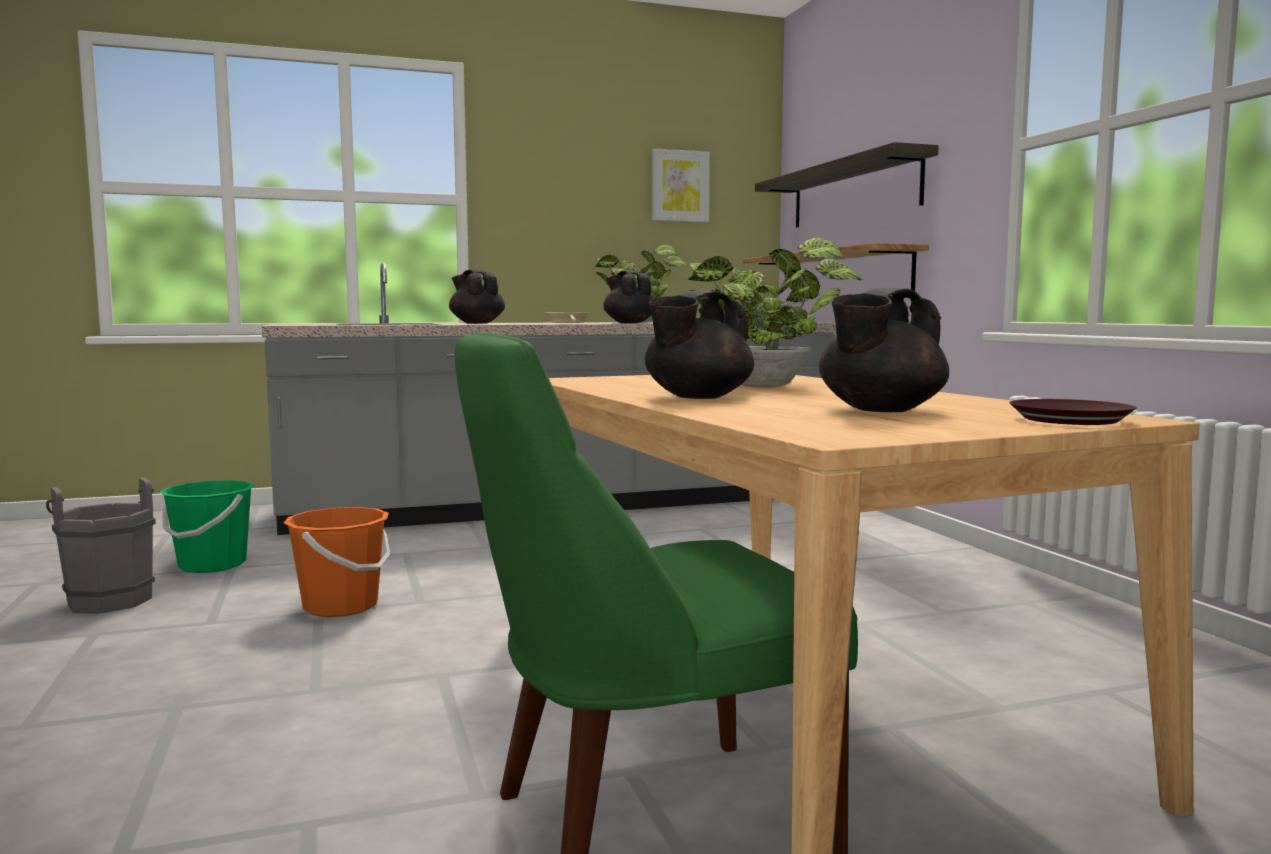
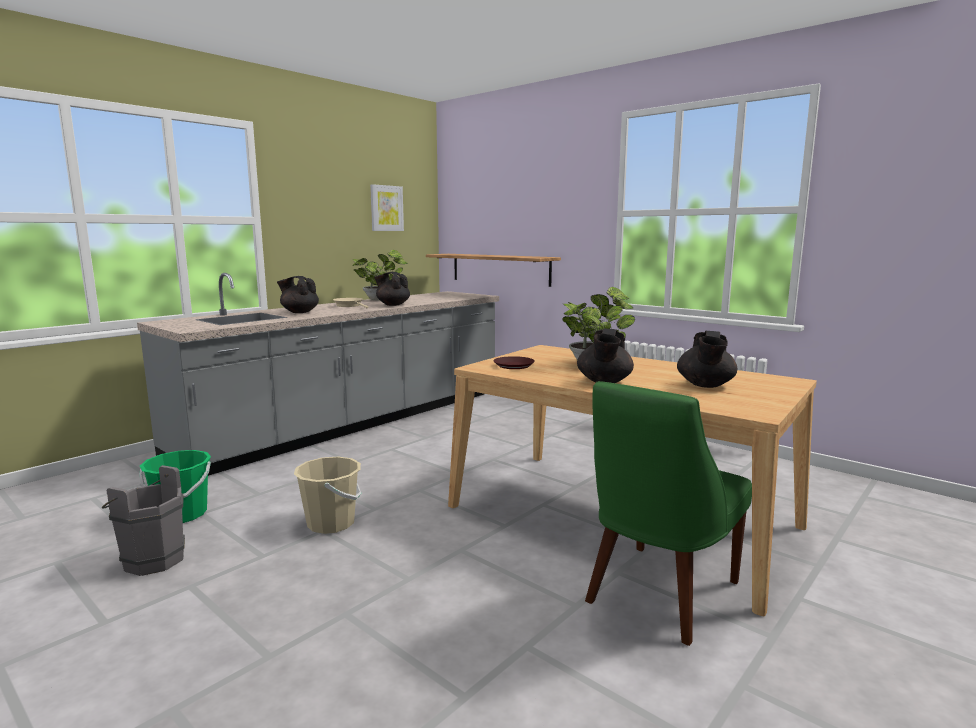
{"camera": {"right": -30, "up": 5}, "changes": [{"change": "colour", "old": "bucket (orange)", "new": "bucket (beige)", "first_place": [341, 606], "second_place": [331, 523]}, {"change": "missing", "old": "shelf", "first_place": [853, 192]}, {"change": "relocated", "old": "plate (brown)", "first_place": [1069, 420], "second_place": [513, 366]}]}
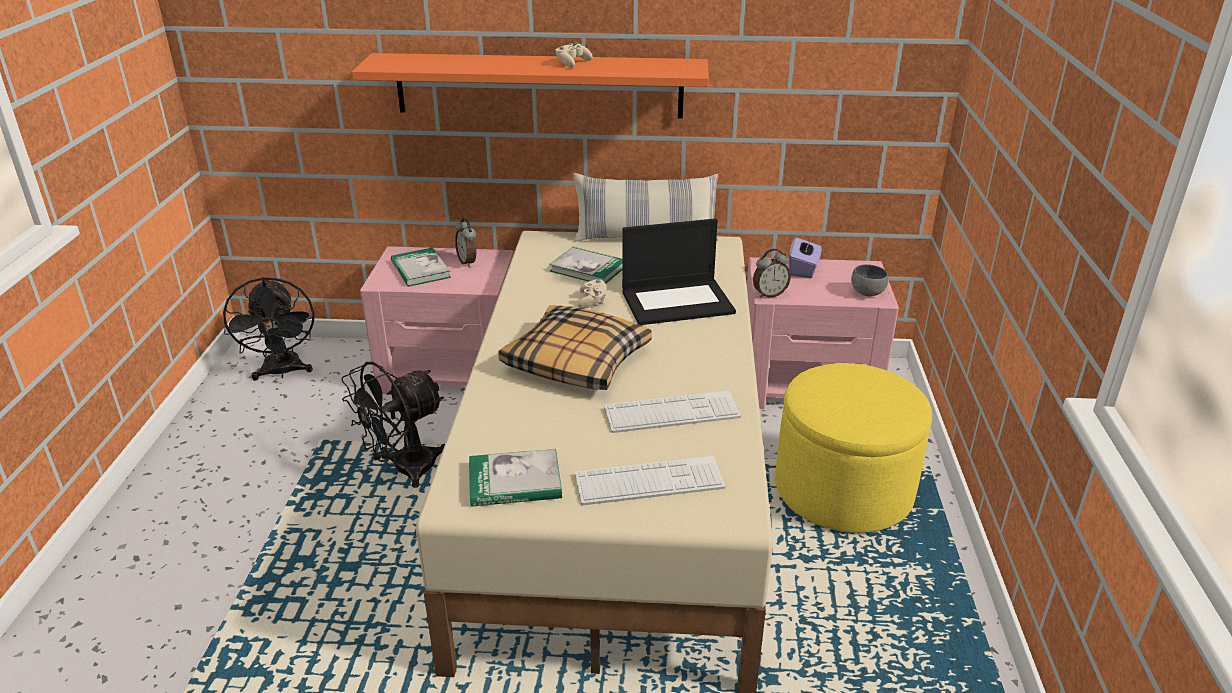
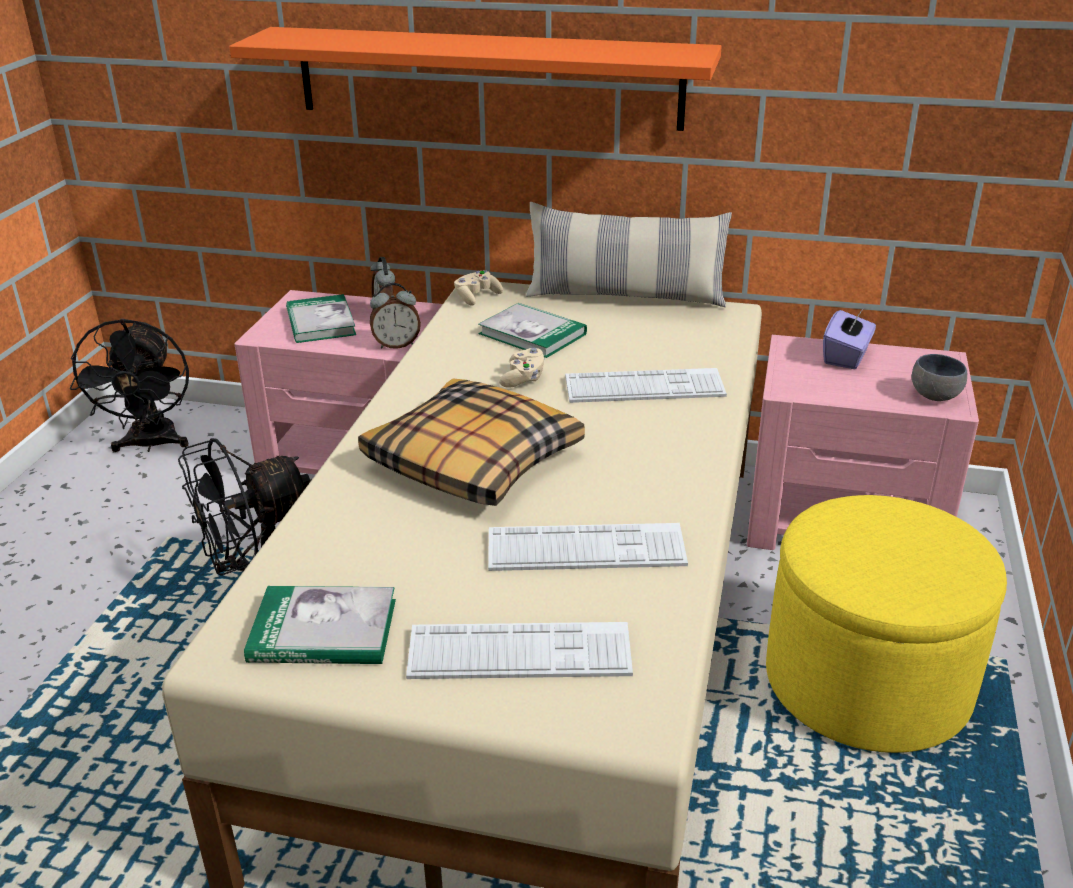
{"camera": {"right": 10, "up": 0}, "changes": [{"change": "relocated", "old": "game controller (beige)", "first_place": [572, 63], "second_place": [477, 297]}, {"change": "exchanged", "old": "laptop", "new": "keyboard", "first_place": [678, 301], "second_place": [644, 387]}, {"change": "relocated", "old": "alarm clock", "first_place": [769, 294], "second_place": [396, 345]}]}
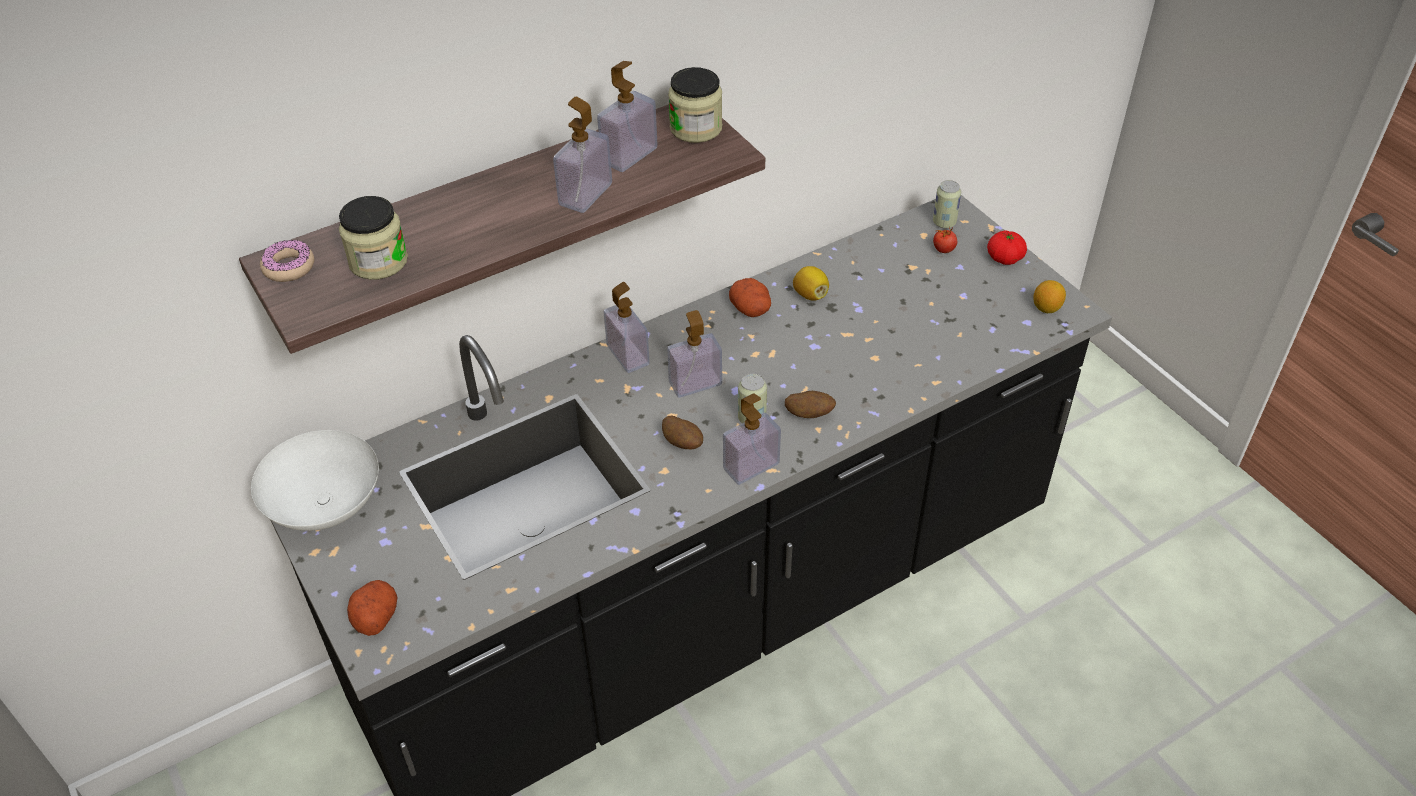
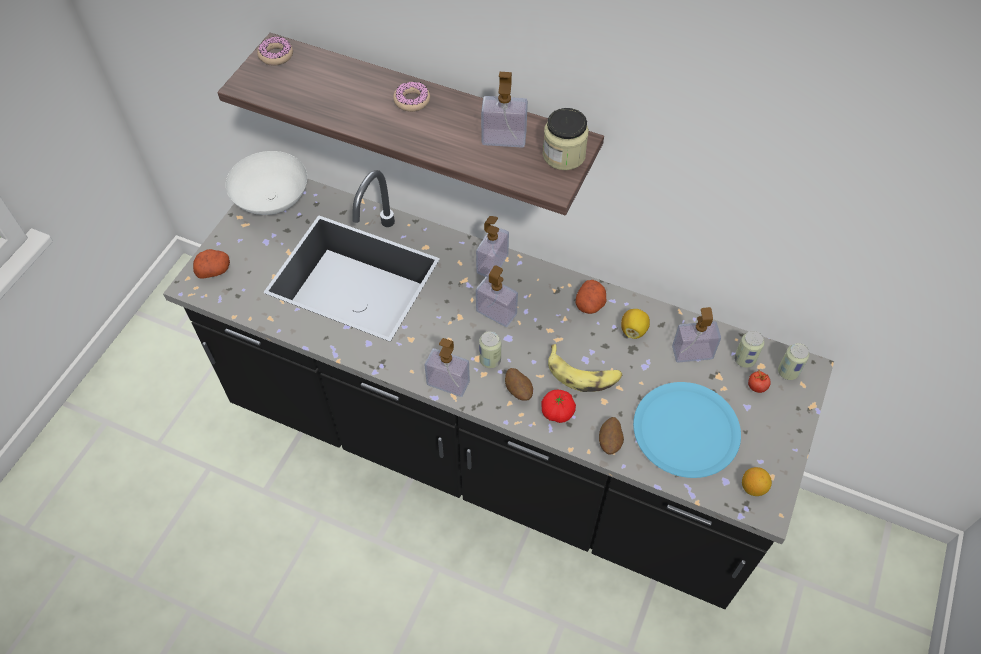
{"camera": {"right": 55, "up": 10}, "changes": [{"change": "missing", "old": "jar", "first_place": [378, 261]}, {"change": "relocated", "old": "soap dispenser", "first_place": [585, 194], "second_place": [692, 352]}, {"change": "relocated", "old": "potato", "first_place": [683, 443], "second_place": [610, 442]}, {"change": "relocated", "old": "tomato", "first_place": [1004, 258], "second_place": [557, 412]}, {"change": "appeared", "new": "donut", "second_place": [412, 101]}, {"change": "appeared", "new": "banana", "second_place": [583, 374]}, {"change": "appeared", "new": "plate (blue)", "second_place": [686, 430]}, {"change": "appeared", "new": "can", "second_place": [744, 360]}]}
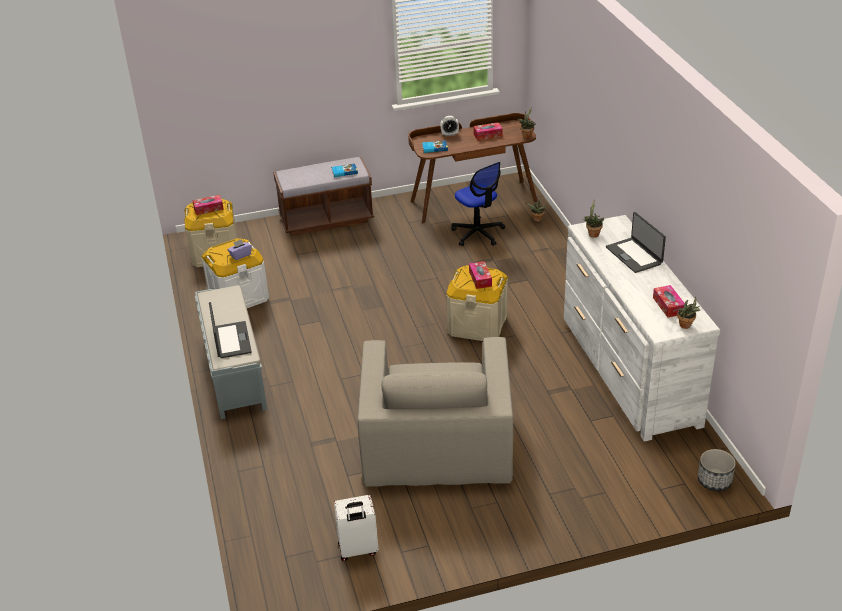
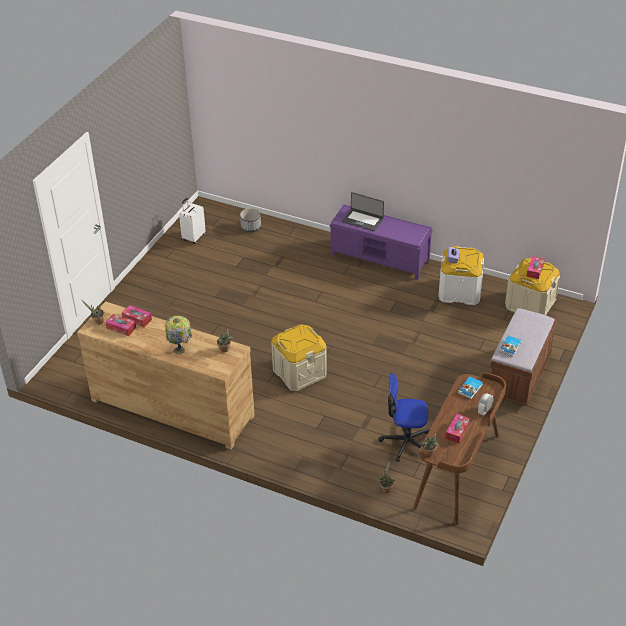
{"camera": {"right": 130, "up": 5}, "changes": [{"change": "colour", "old": "bench (grey)", "new": "bench (purple)", "first_place": [234, 371], "second_place": [380, 258]}, {"change": "missing", "old": "armchair (beige)", "first_place": [437, 440]}, {"change": "relocated", "old": "tissue box", "first_place": [480, 279], "second_place": [137, 319]}, {"change": "colour", "old": "dresser (white)", "new": "dresser (brown)", "first_place": [628, 370], "second_place": [172, 407]}, {"change": "exchanged", "old": "laptop", "new": "table lamp", "first_place": [634, 255], "second_place": [180, 350]}, {"change": "relocated", "old": "planter", "first_place": [714, 480], "second_place": [251, 227]}]}
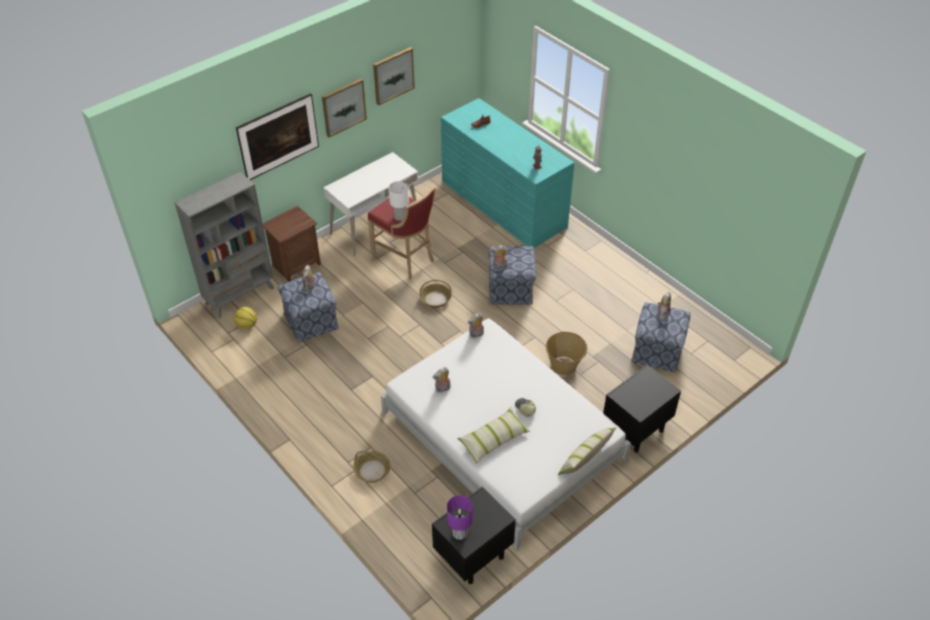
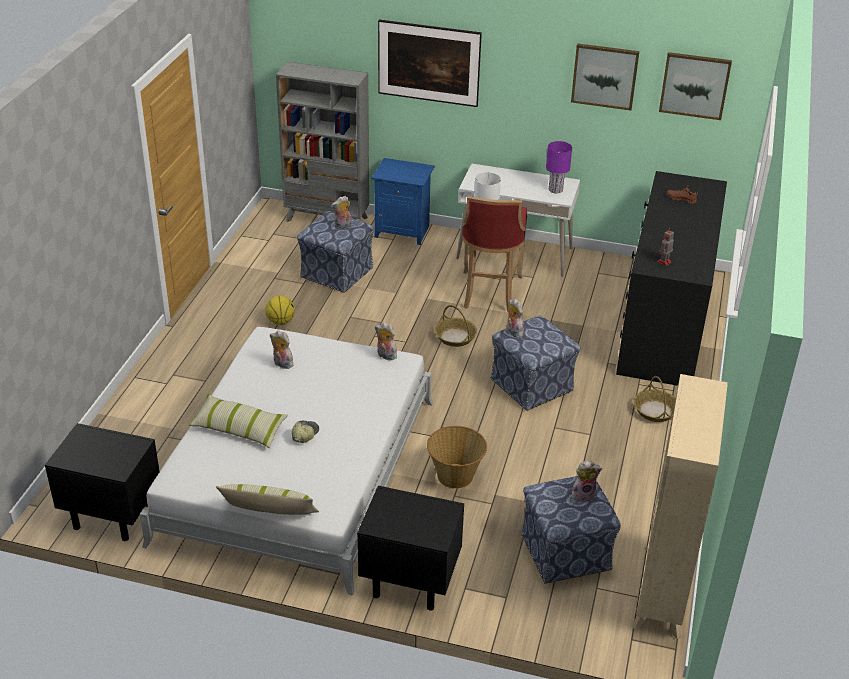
{"camera": {"right": 55, "up": -10}, "changes": [{"change": "relocated", "old": "basketball", "first_place": [247, 325], "second_place": [280, 321]}, {"change": "colour", "old": "nightstand (brown)", "new": "nightstand (blue)", "first_place": [295, 265], "second_place": [402, 231]}, {"change": "relocated", "old": "picture", "first_place": [343, 107], "second_place": [694, 85]}, {"change": "relocated", "old": "basket", "first_place": [372, 470], "second_place": [655, 410]}, {"change": "colour", "old": "dresser (turquoise)", "new": "dresser (black)", "first_place": [503, 204], "second_place": [664, 323]}, {"change": "relocated", "old": "table lamp (purple)", "first_place": [459, 533], "second_place": [555, 190]}, {"change": "appeared", "new": "bookcase (beige)", "second_place": [661, 592]}]}
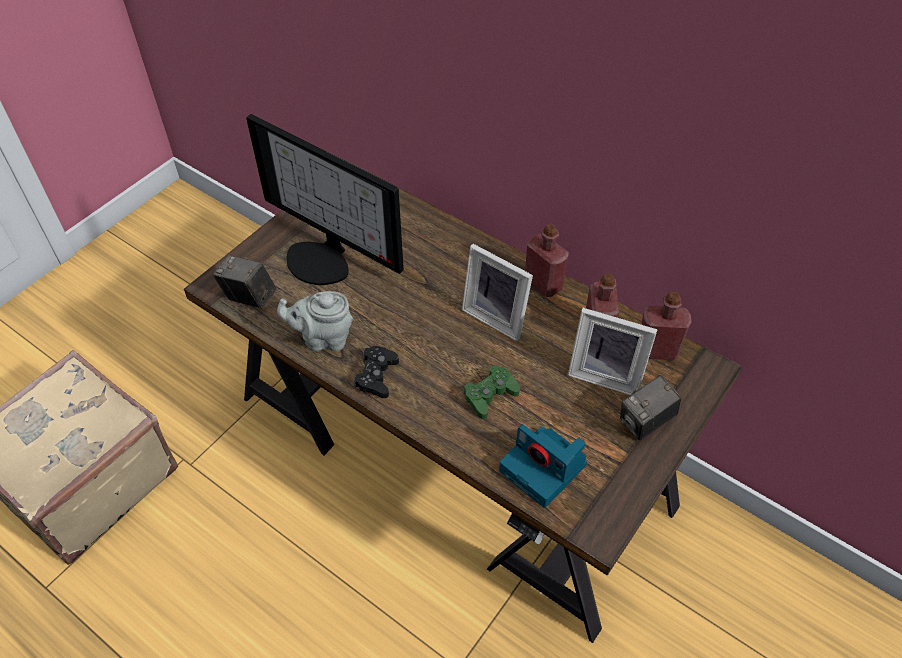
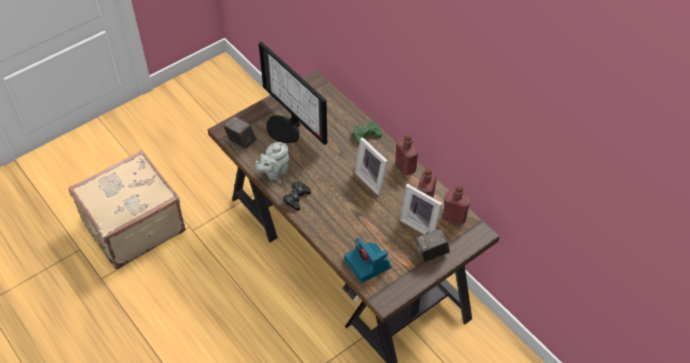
{"camera": {"right": 15, "up": 0}, "changes": [{"change": "spun", "old": "teapot (grey)", "first_place": [323, 338], "second_place": [274, 172], "degrees": -60}, {"change": "relocated", "old": "game controller (green)", "first_place": [490, 395], "second_place": [366, 135]}]}
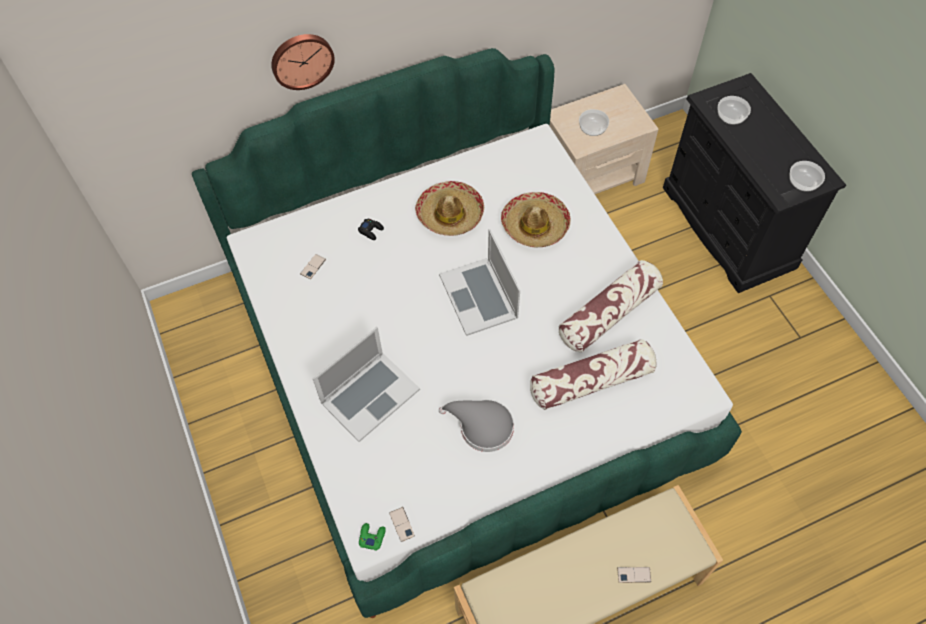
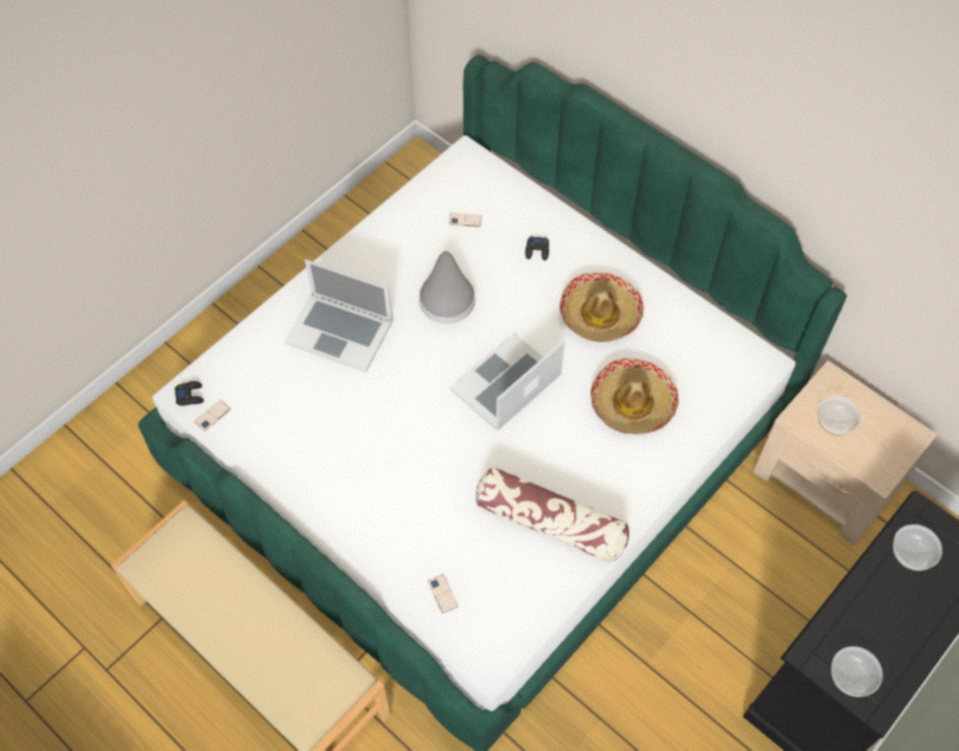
{"camera": {"right": 65, "up": 0}, "changes": [{"change": "missing", "old": "wall clock", "first_place": [302, 60]}, {"change": "colour", "old": "game controller (green)", "new": "game controller (black)", "first_place": [372, 537], "second_place": [190, 395]}, {"change": "relocated", "old": "hat (grey)", "first_place": [481, 426], "second_place": [446, 296]}, {"change": "missing", "old": "pillow", "first_place": [591, 381]}, {"change": "relocated", "old": "phone", "first_place": [634, 575], "second_place": [442, 594]}]}
